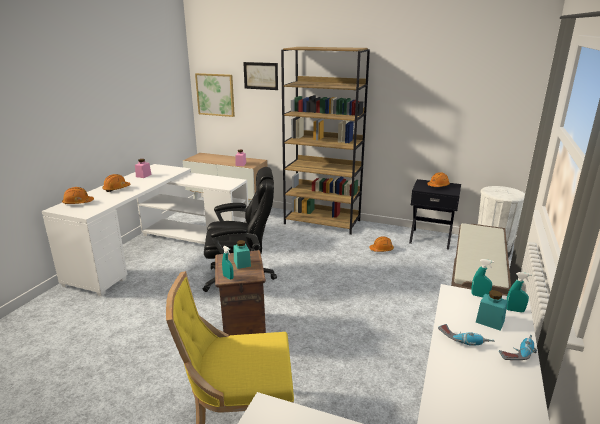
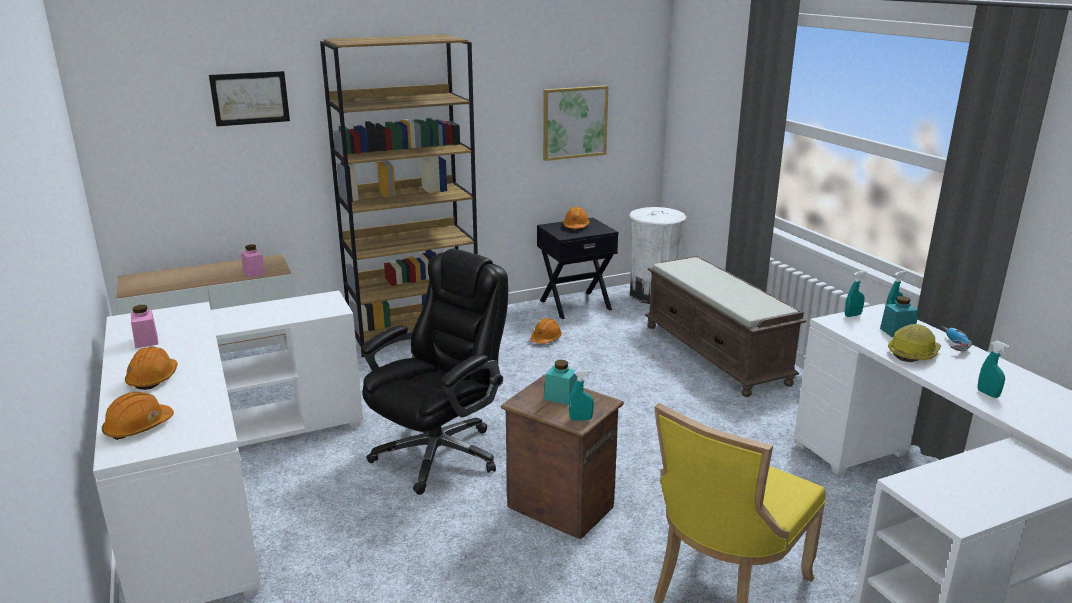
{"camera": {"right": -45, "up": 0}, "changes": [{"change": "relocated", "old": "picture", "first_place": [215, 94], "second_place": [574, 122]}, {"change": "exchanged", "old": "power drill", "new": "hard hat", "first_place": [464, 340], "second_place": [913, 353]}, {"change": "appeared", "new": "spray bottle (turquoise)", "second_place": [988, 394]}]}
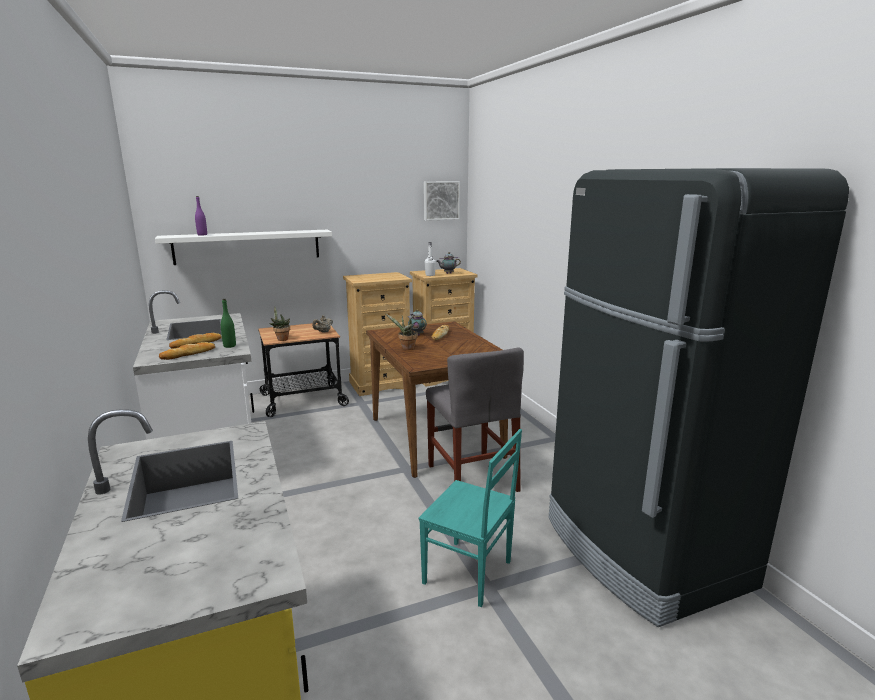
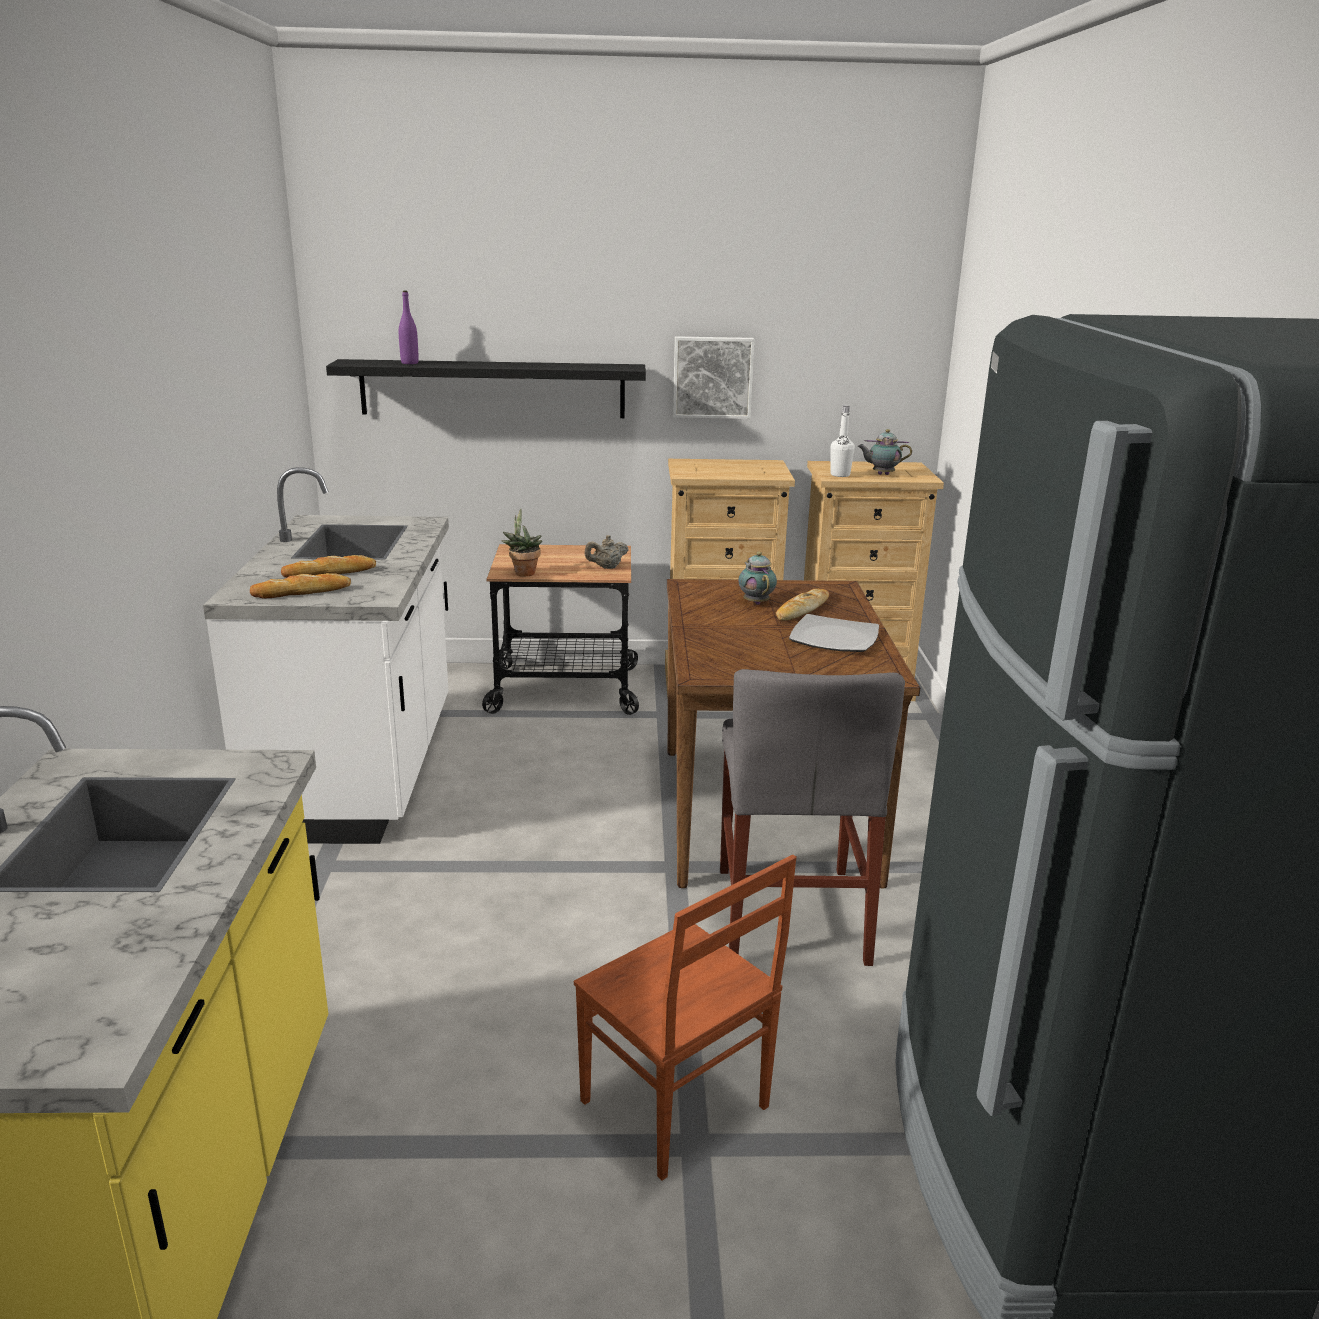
{"camera": {"right": 20, "up": 5}, "changes": [{"change": "colour", "old": "shelf (white)", "new": "shelf (black)", "first_place": [248, 246], "second_place": [493, 389]}, {"change": "missing", "old": "bottle (green)", "first_place": [229, 346]}, {"change": "missing", "old": "potted plant", "first_place": [406, 348]}, {"change": "colour", "old": "chair (turquoise)", "new": "chair (brown)", "first_place": [468, 573], "second_place": [674, 1107]}, {"change": "relocated", "old": "picture", "first_place": [441, 200], "second_place": [712, 377]}, {"change": "appeared", "new": "plate", "second_place": [835, 638]}]}
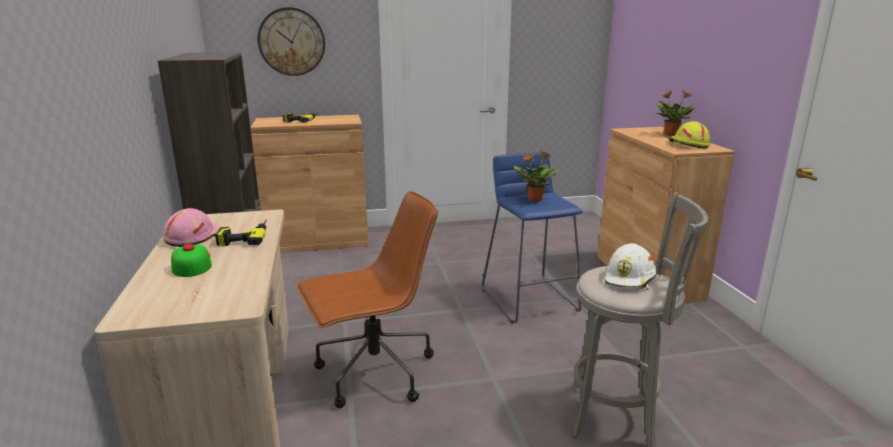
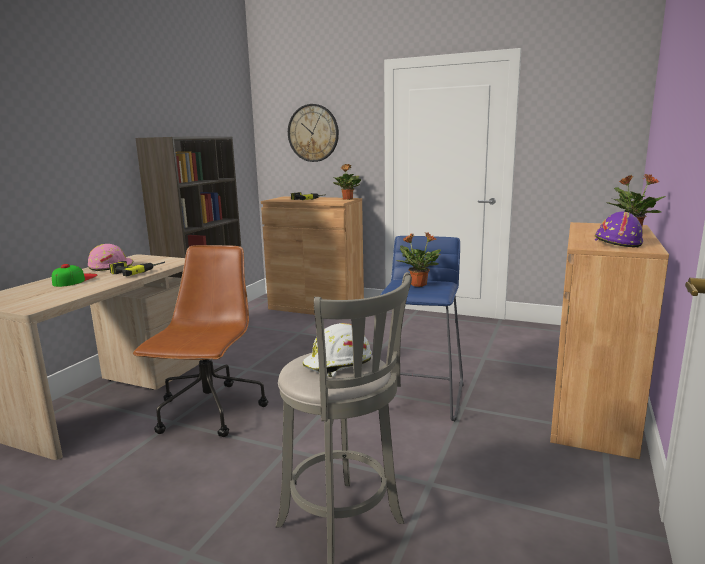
{"camera": {"right": 35, "up": -5}, "changes": [{"change": "spun", "old": "office chair (brown)", "first_place": [373, 374], "second_place": [210, 412], "degrees": -90}, {"change": "colour", "old": "hard hat (yellow)", "new": "hard hat (purple)", "first_place": [688, 145], "second_place": [616, 243]}, {"change": "appeared", "new": "potted plant", "second_place": [347, 199]}]}
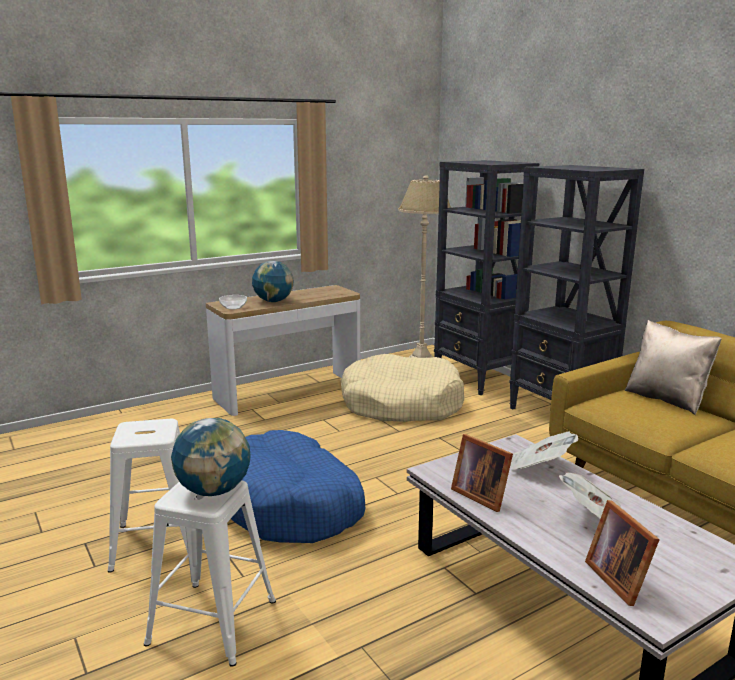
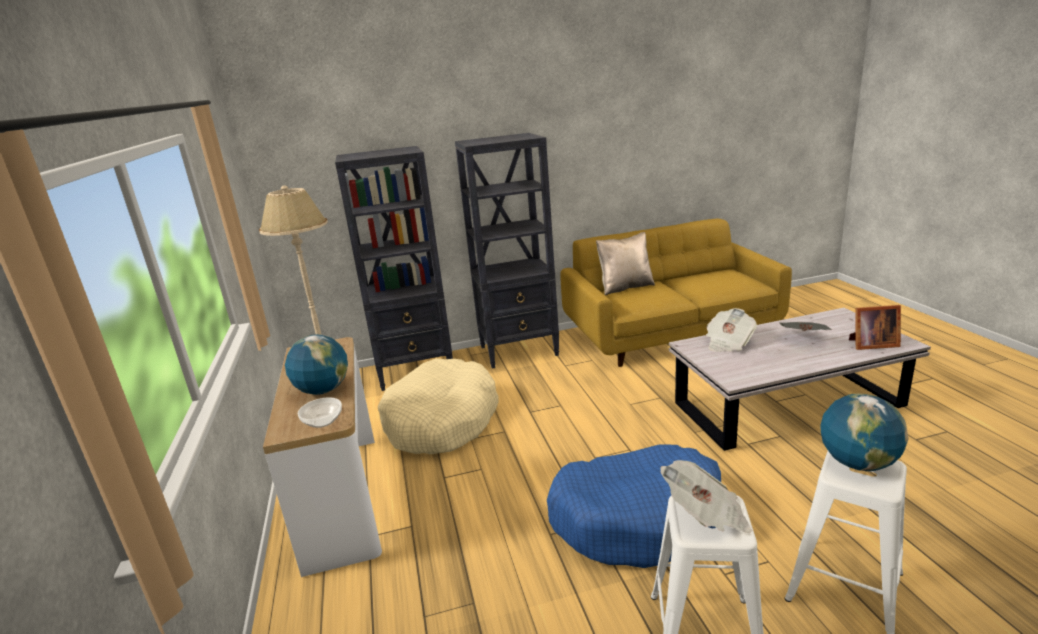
{"camera": {"right": -70, "up": 5}, "changes": [{"change": "missing", "old": "picture frame", "first_place": [480, 495]}, {"change": "appeared", "new": "newspaper", "second_place": [706, 515]}]}
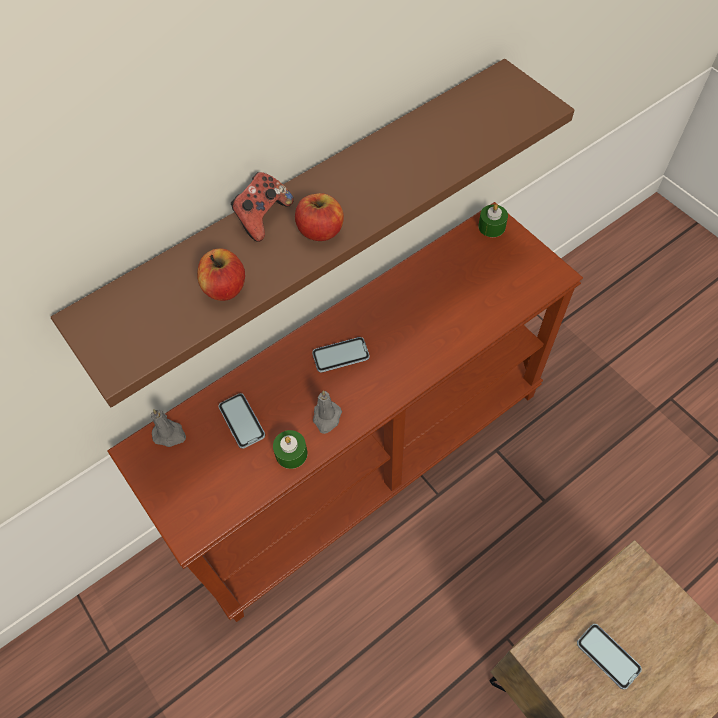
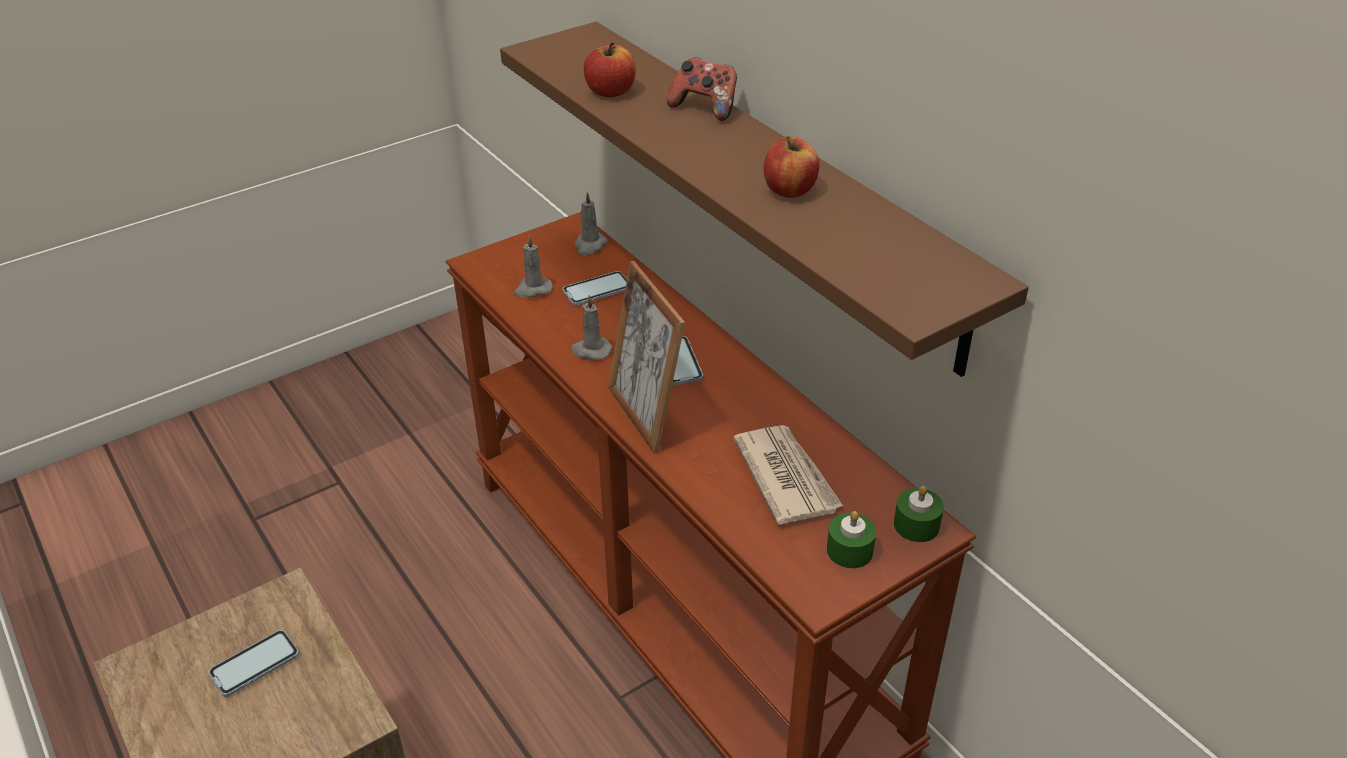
{"camera": {"right": 90, "up": -20}, "changes": [{"change": "relocated", "old": "candle (green)", "first_place": [291, 453], "second_place": [849, 550]}, {"change": "relocated", "old": "apple", "first_place": [320, 231], "second_place": [789, 190]}, {"change": "appeared", "new": "candle (grey)", "second_place": [532, 289]}, {"change": "appeared", "new": "picture frame", "second_place": [645, 415]}, {"change": "appeared", "new": "newspaper", "second_place": [786, 476]}]}
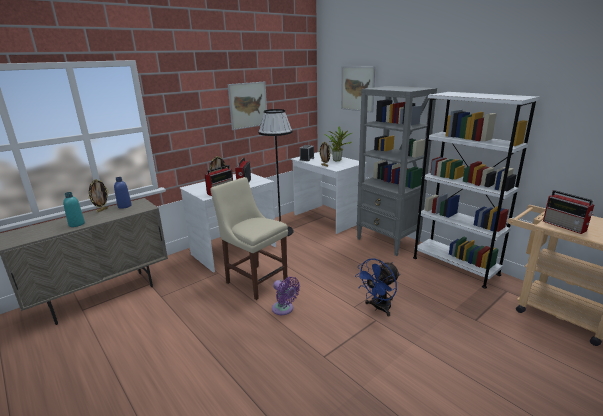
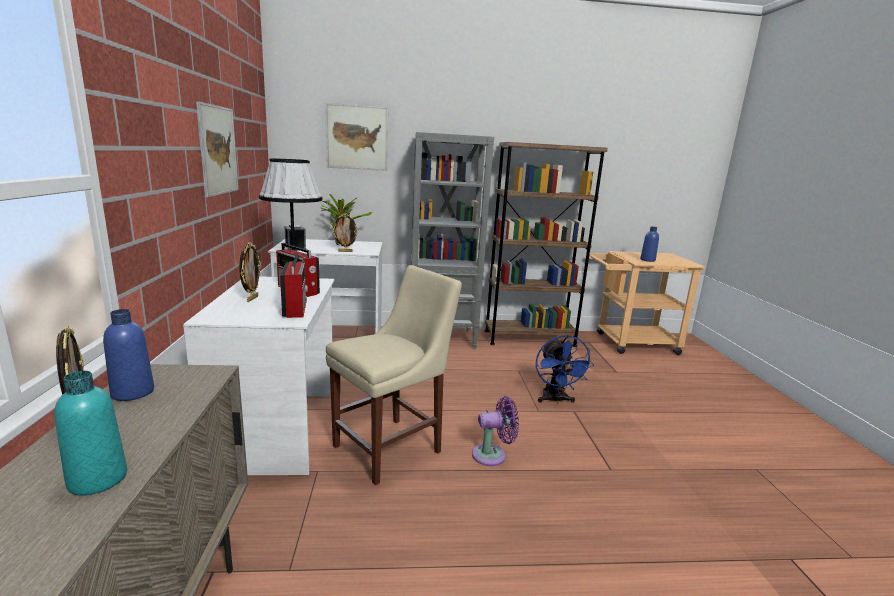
{"camera": {"right": -55, "up": -5}, "changes": [{"change": "spun", "old": "chair (beige)", "first_place": [255, 280], "second_place": [392, 447], "degrees": 150}, {"change": "colour", "old": "bookcase (white)", "new": "bookcase (brown)", "first_place": [455, 266], "second_place": [529, 338]}, {"change": "exchanged", "old": "radio", "new": "bottle (blue)", "first_place": [565, 226], "second_place": [647, 260]}]}
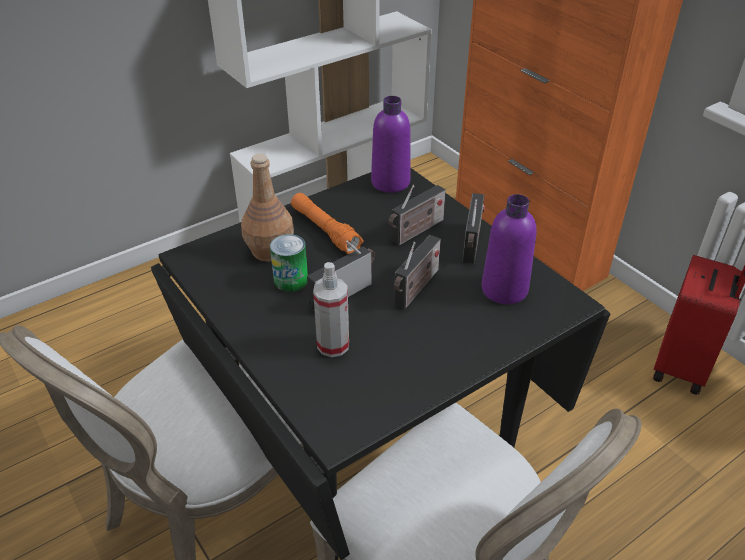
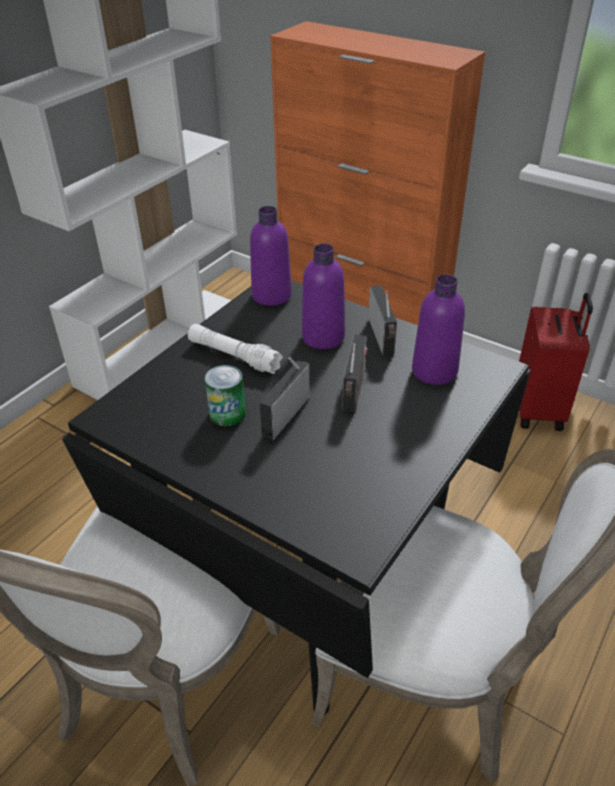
{"camera": {"right": -20, "up": 0}, "changes": [{"change": "missing", "old": "bottle (brown)", "first_place": [269, 250]}, {"change": "colour", "old": "flashlight (orange)", "new": "flashlight (white)", "first_place": [325, 230], "second_place": [234, 356]}, {"change": "missing", "old": "spray bottle", "first_place": [333, 345]}, {"change": "exchanged", "old": "radio", "new": "bottle (purple)", "first_place": [416, 232], "second_place": [323, 337]}]}
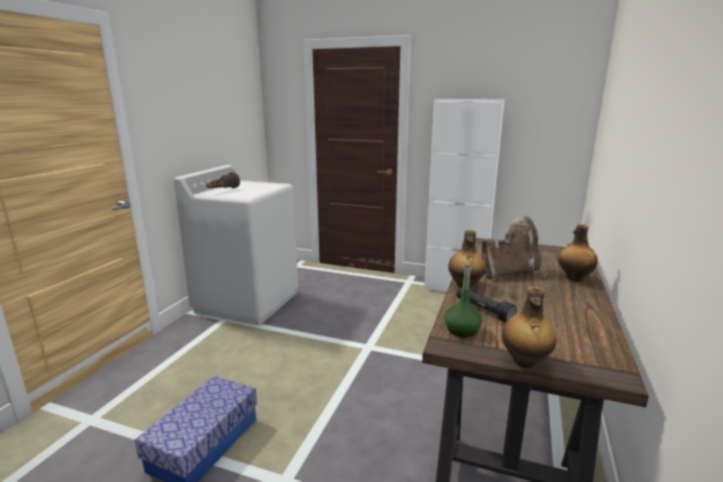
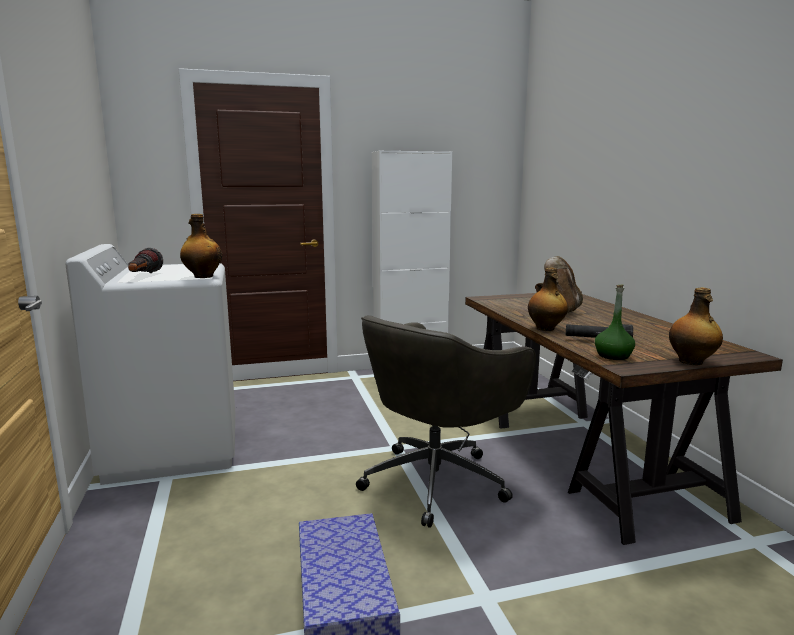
{"camera": {"right": -35, "up": -5}, "changes": [{"change": "relocated", "old": "bottle", "first_place": [574, 278], "second_place": [203, 276]}, {"change": "appeared", "new": "office chair (grey)", "second_place": [438, 480]}]}
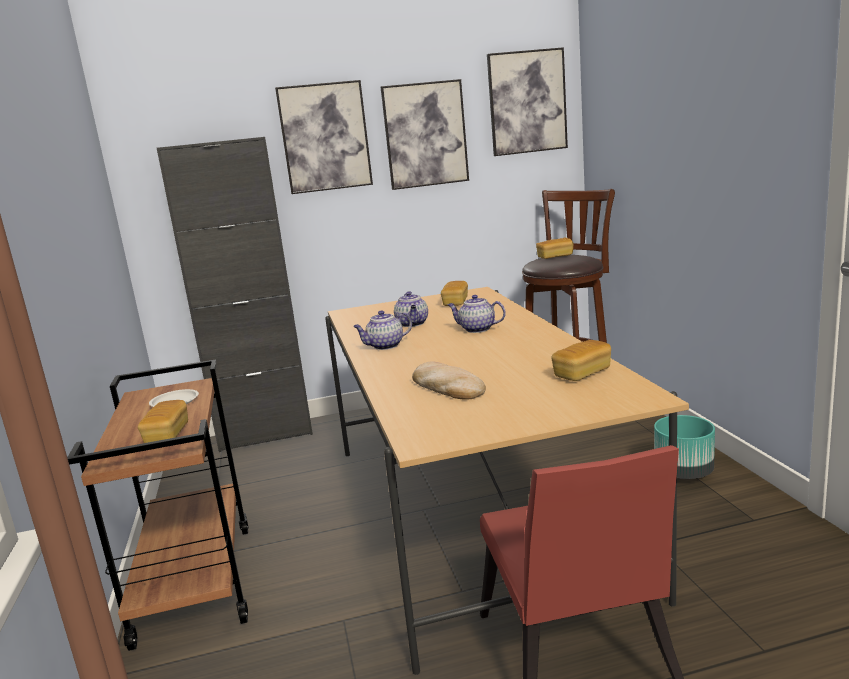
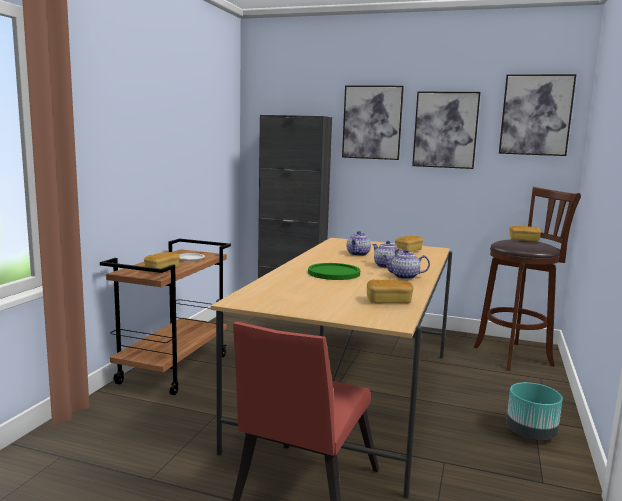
{"camera": {"right": 30, "up": -5}, "changes": [{"change": "relocated", "old": "teapot", "first_place": [385, 346], "second_place": [404, 277]}, {"change": "missing", "old": "bread", "first_place": [446, 387]}, {"change": "appeared", "new": "plate (green)", "second_place": [334, 273]}]}
